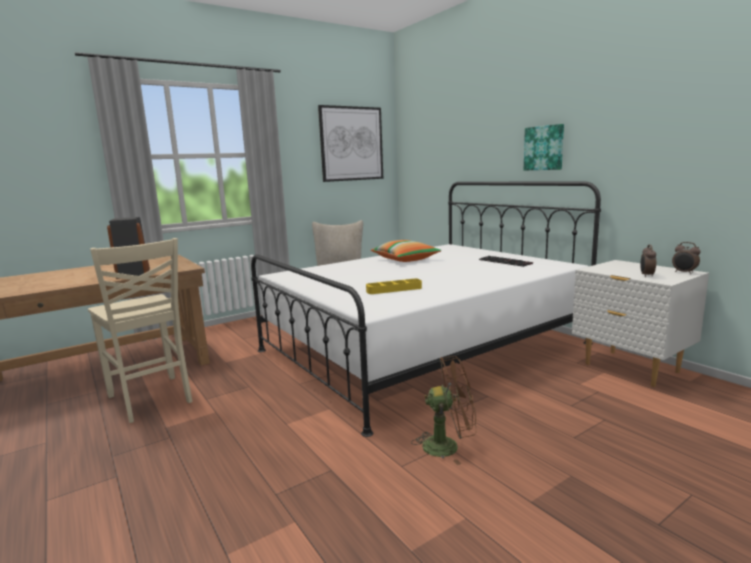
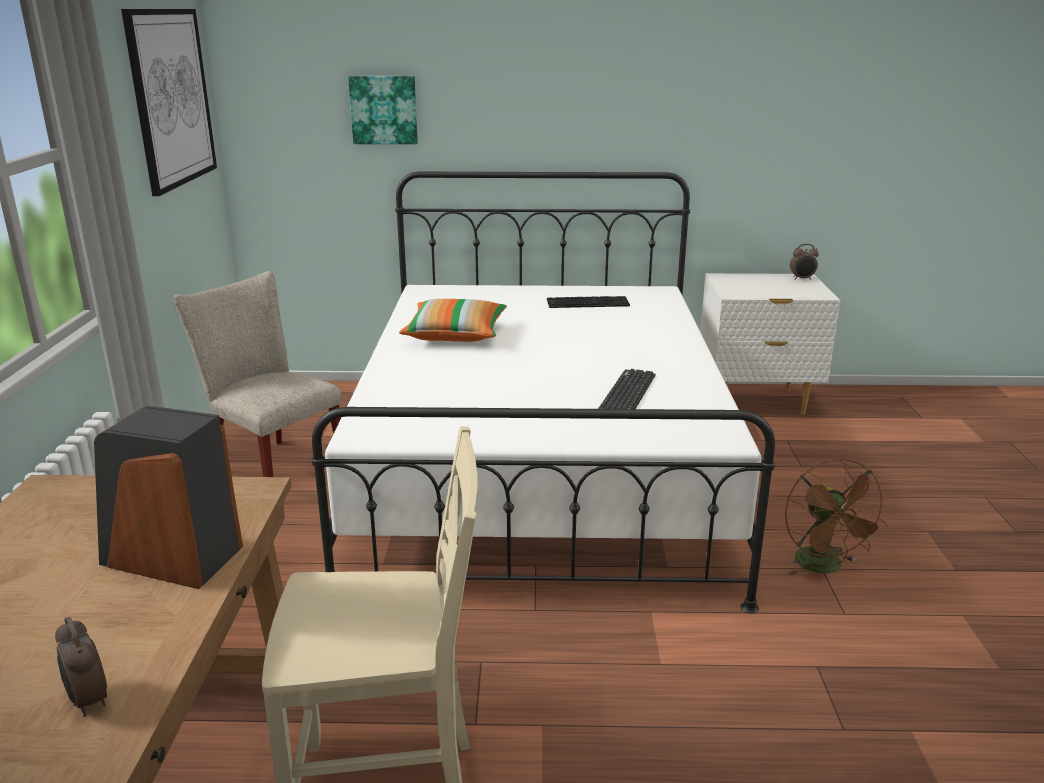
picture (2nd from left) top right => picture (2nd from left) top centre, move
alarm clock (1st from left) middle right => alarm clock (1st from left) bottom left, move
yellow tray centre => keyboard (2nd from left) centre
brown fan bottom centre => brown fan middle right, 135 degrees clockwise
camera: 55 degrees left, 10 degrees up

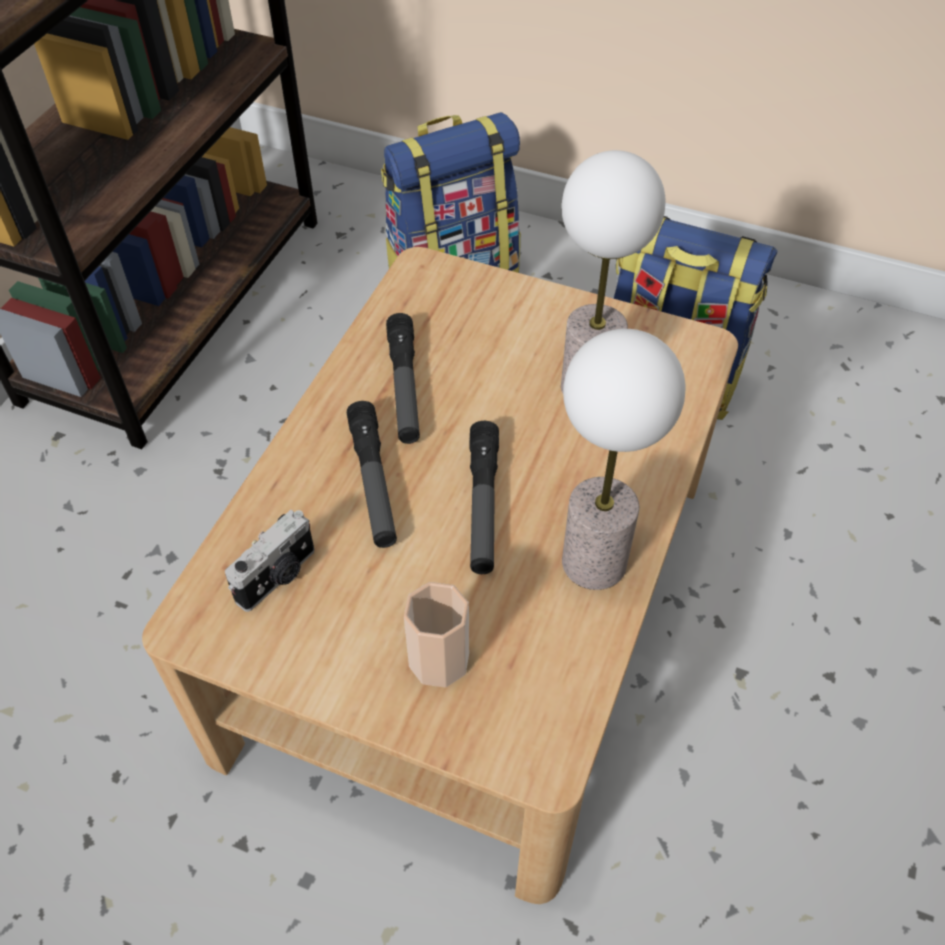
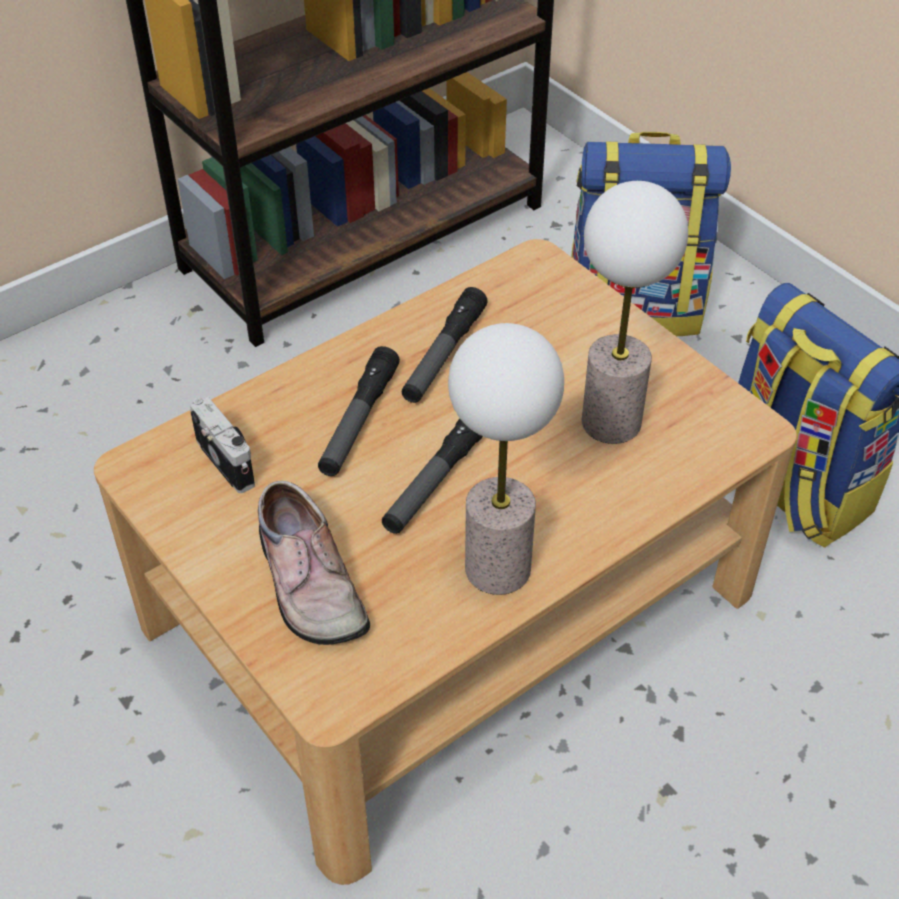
cup bottom centre => shoe centre
photo camera middle left, 105 degrees counterclockwise
camera: 30 degrees right, 5 degrees down

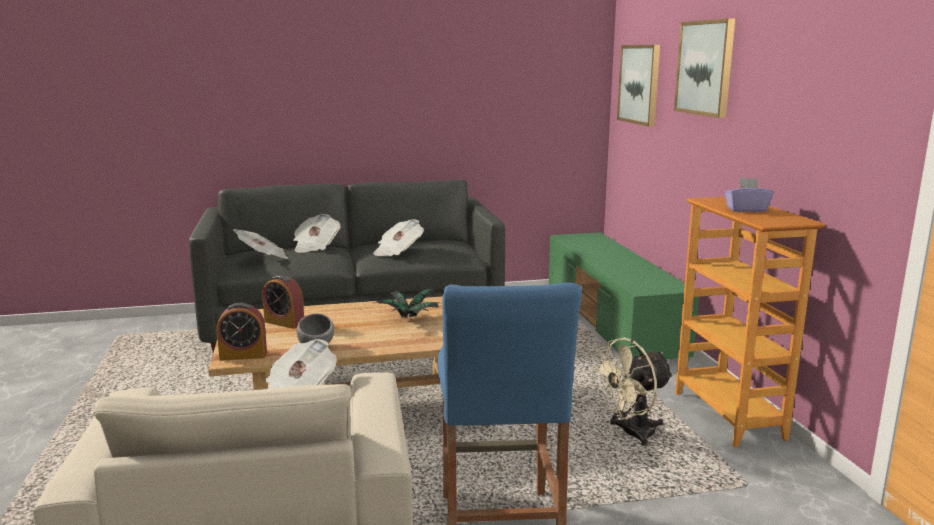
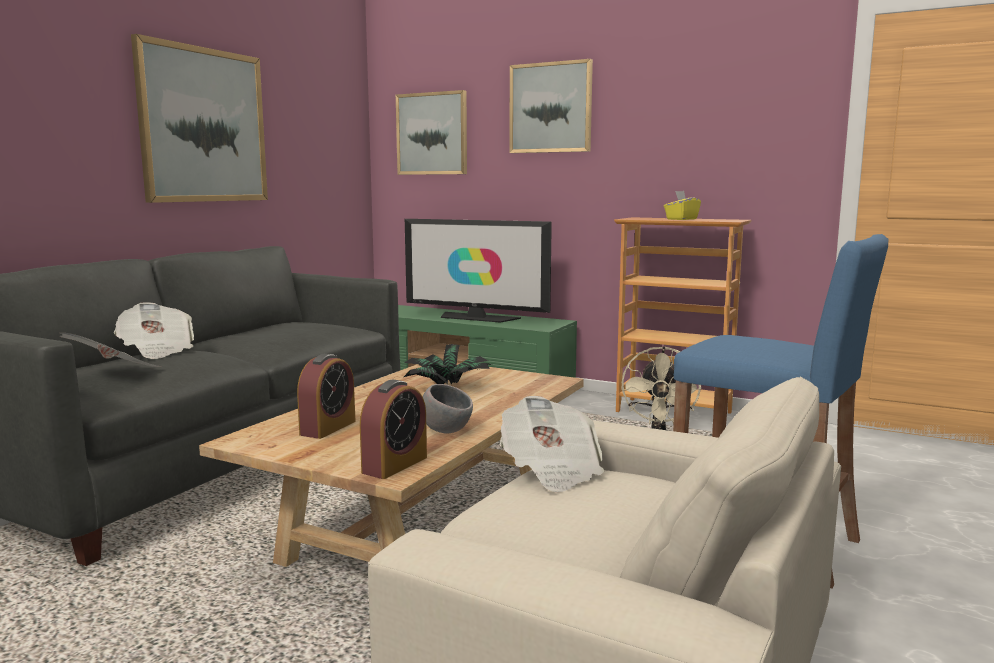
newspaper (4th from left) centre => nothing
nothing => picture (1st from left) top left
nothing => television centre
purple tissue box middle right => yellow tissue box top right
alarm clock (2nd from left in the first image) middle left => alarm clock (1st from left) middle left, 45 degrees counterclockwise
camera: 50 degrees left, 5 degrees down

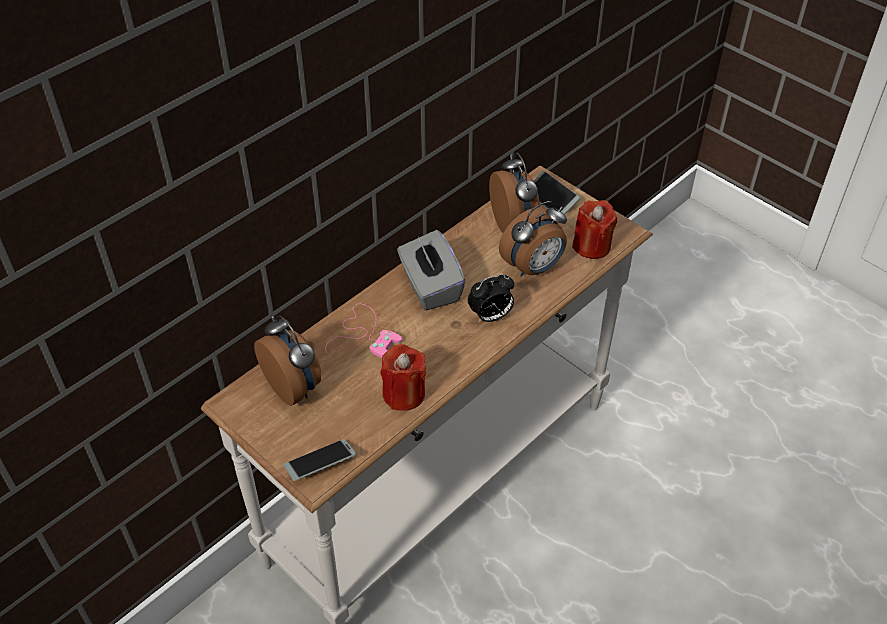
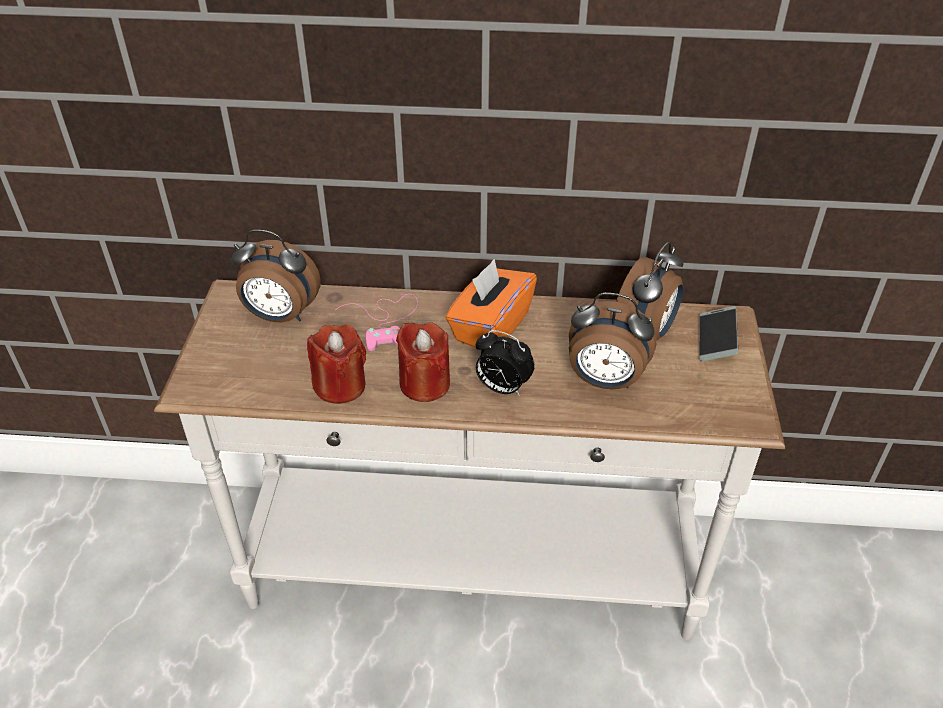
phone (1st from left) bottom centre => nothing
red candle (2nd from left) middle right => red candle (2nd from left) centre, move
grey tissue box centre => orange tissue box centre
alarm clock (1st from left) middle left, 90 degrees clockwise
camera: 50 degrees right, 5 degrees down

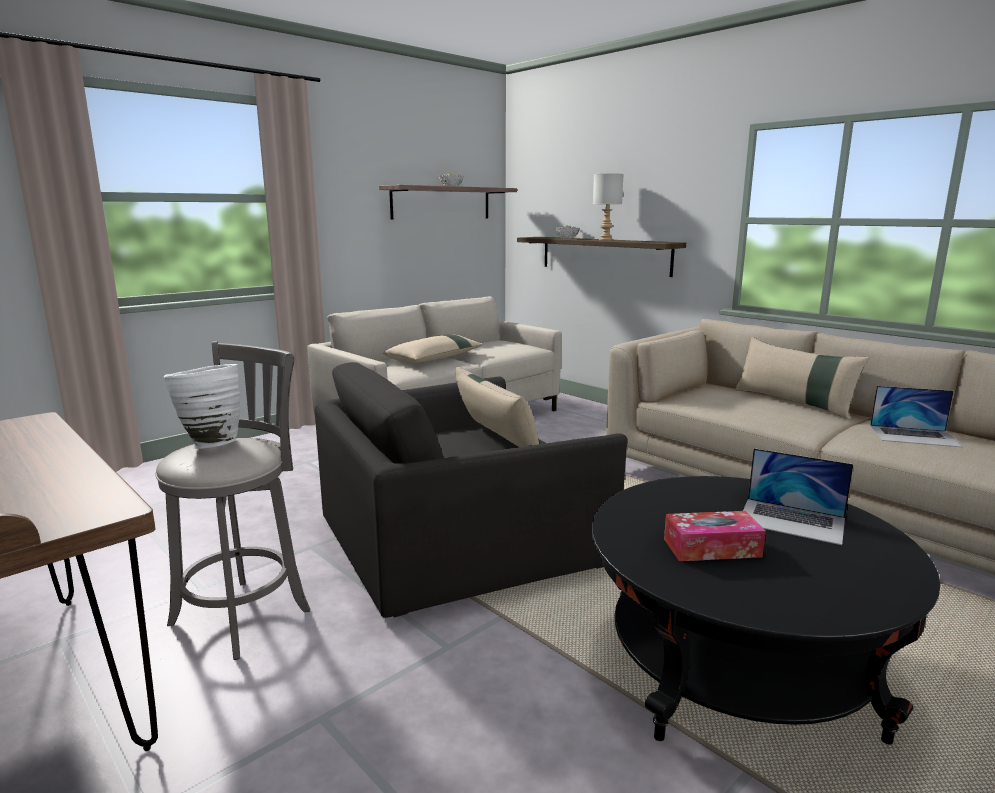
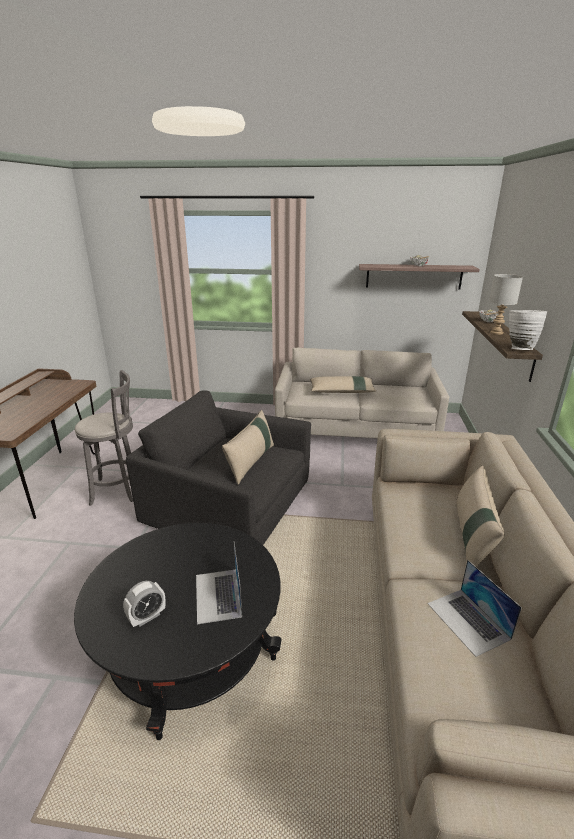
tissue box bottom right => nothing
nothing => alarm clock bottom left
white vase middle left => white vase middle right, move
camera: 50 degrees right, 10 degrees up

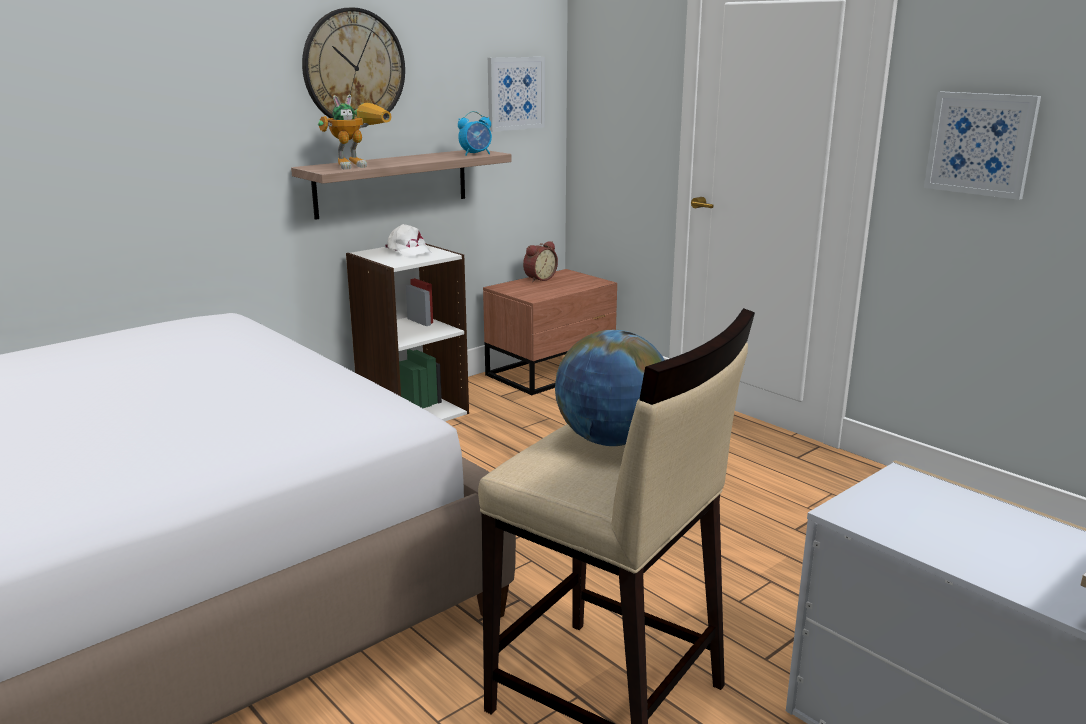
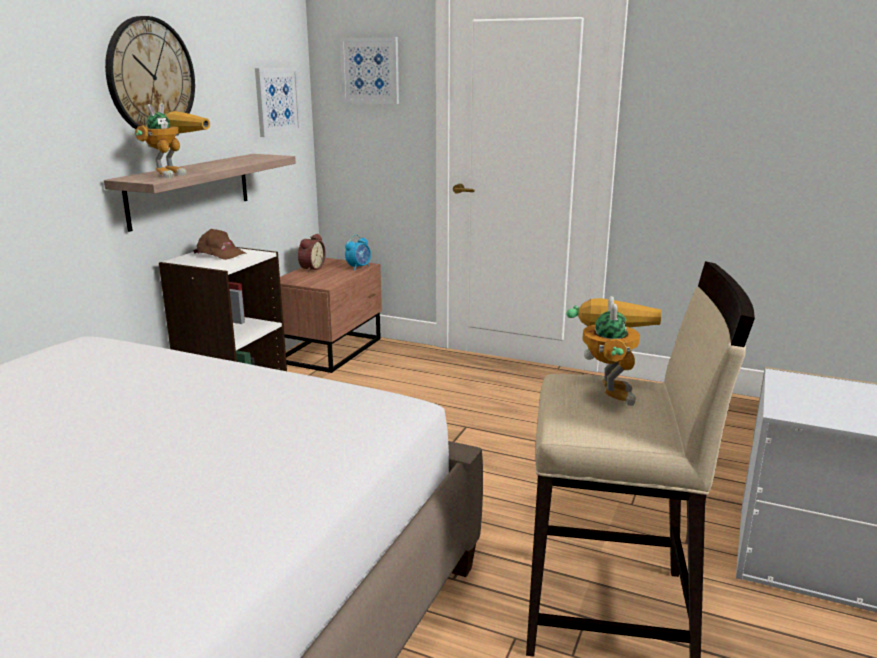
alarm clock (1st from left in the first image) top centre => alarm clock (2nd from left) centre, move
picture (2nd from left) top right => picture (2nd from left) top centre, move
globe centre => toy robot (2nd from left) middle right
white cap top centre => brown cap middle left
camera: 25 degrees left, 0 degrees up

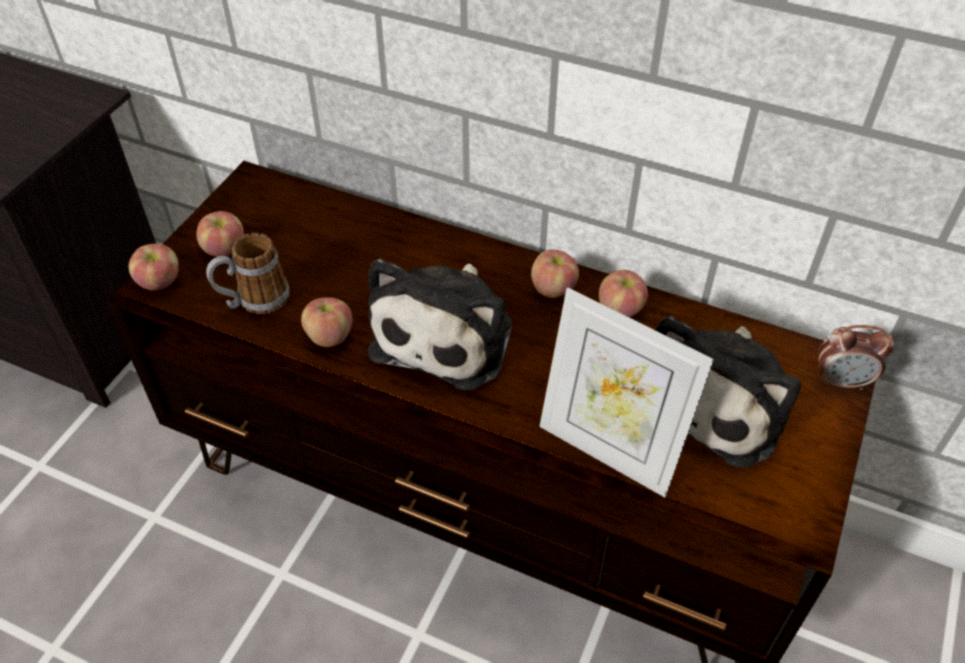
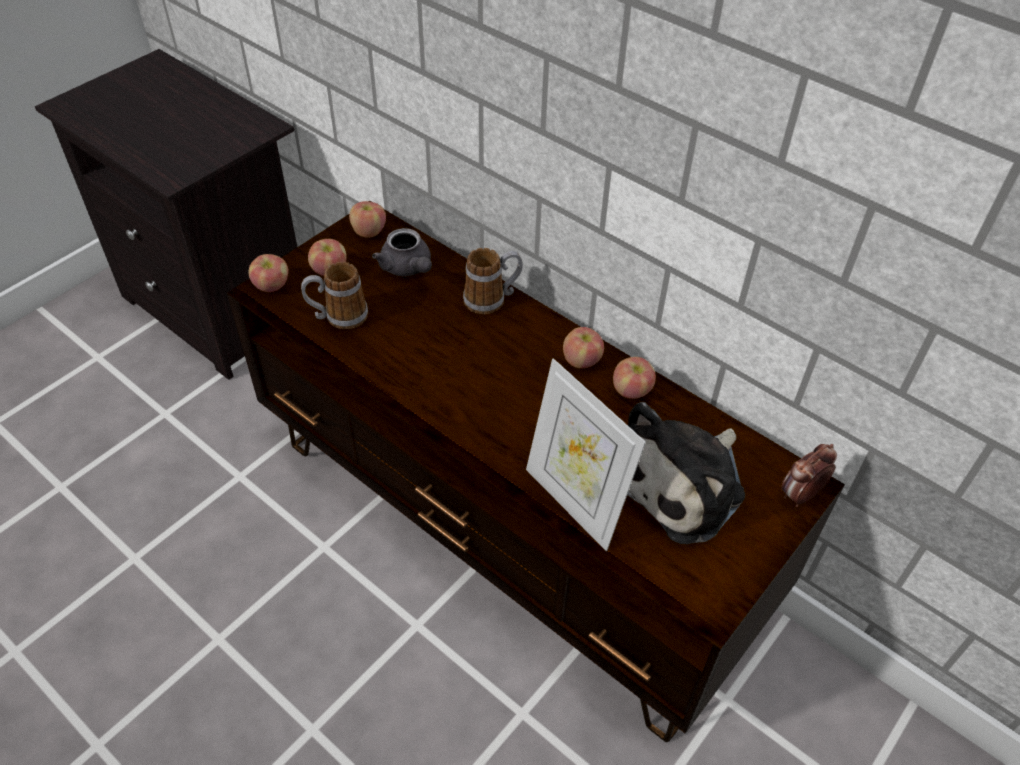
plush toy (1st from left) centre => nothing
nothing => grey teapot top centre
nothing => mug (2nd from left) centre
apple (3rd from left) centre => apple (3rd from left) top centre, move
alarm clock middle right, 120 degrees clockwise
camera: 15 degrees right, 0 degrees up

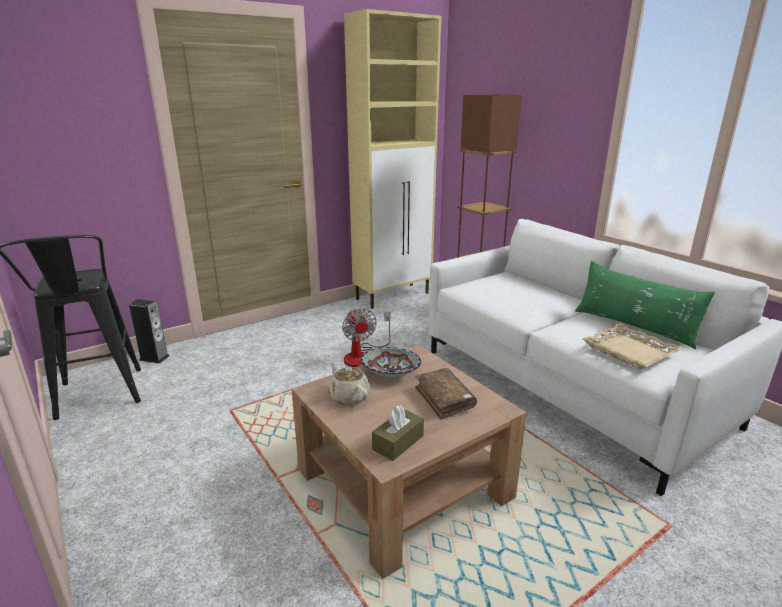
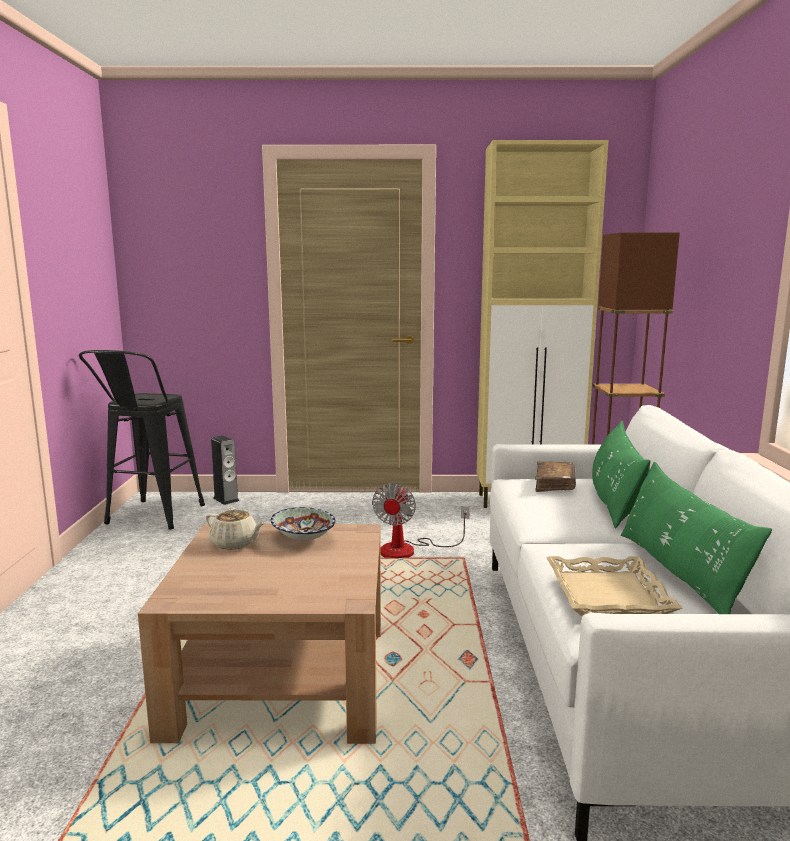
brown tissue box bottom centre => nothing
nothing => green pillow (1st from left) middle right
brown book centre => brown book middle right, move
beige teapot centre => beige teapot middle left, 120 degrees clockwise
camera: 35 degrees right, 10 degrees down

